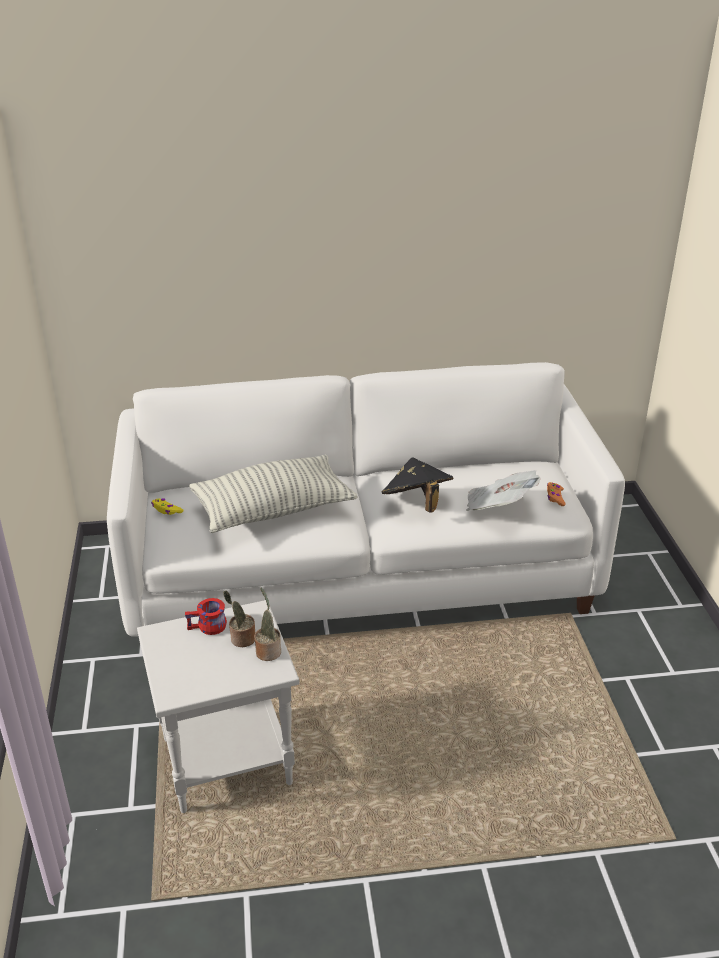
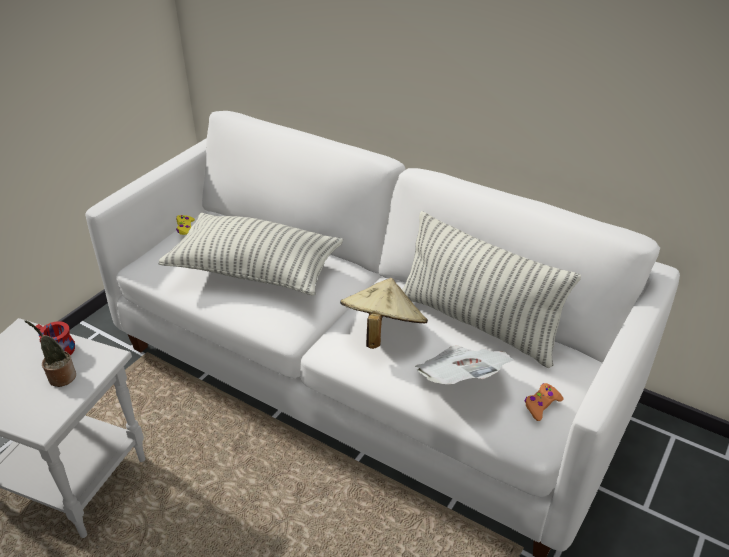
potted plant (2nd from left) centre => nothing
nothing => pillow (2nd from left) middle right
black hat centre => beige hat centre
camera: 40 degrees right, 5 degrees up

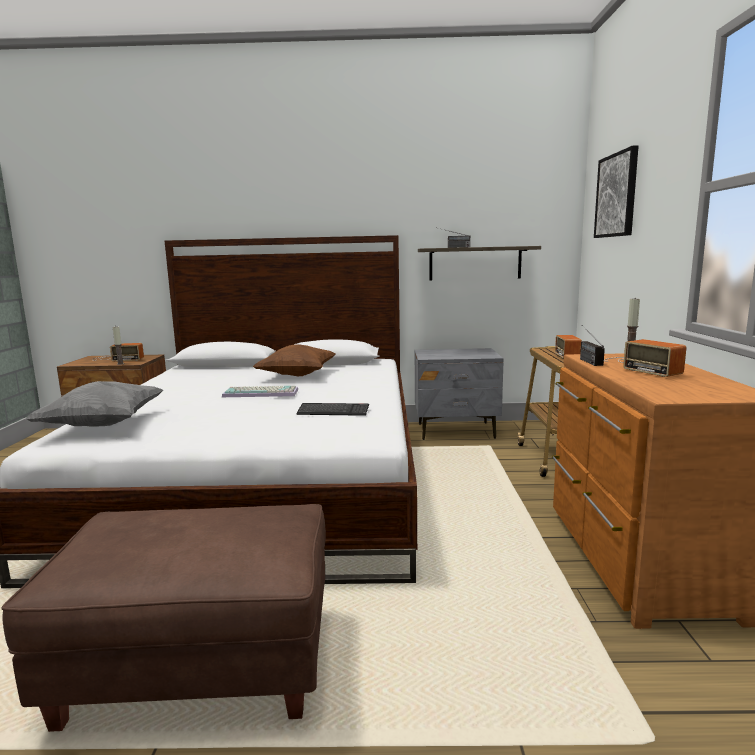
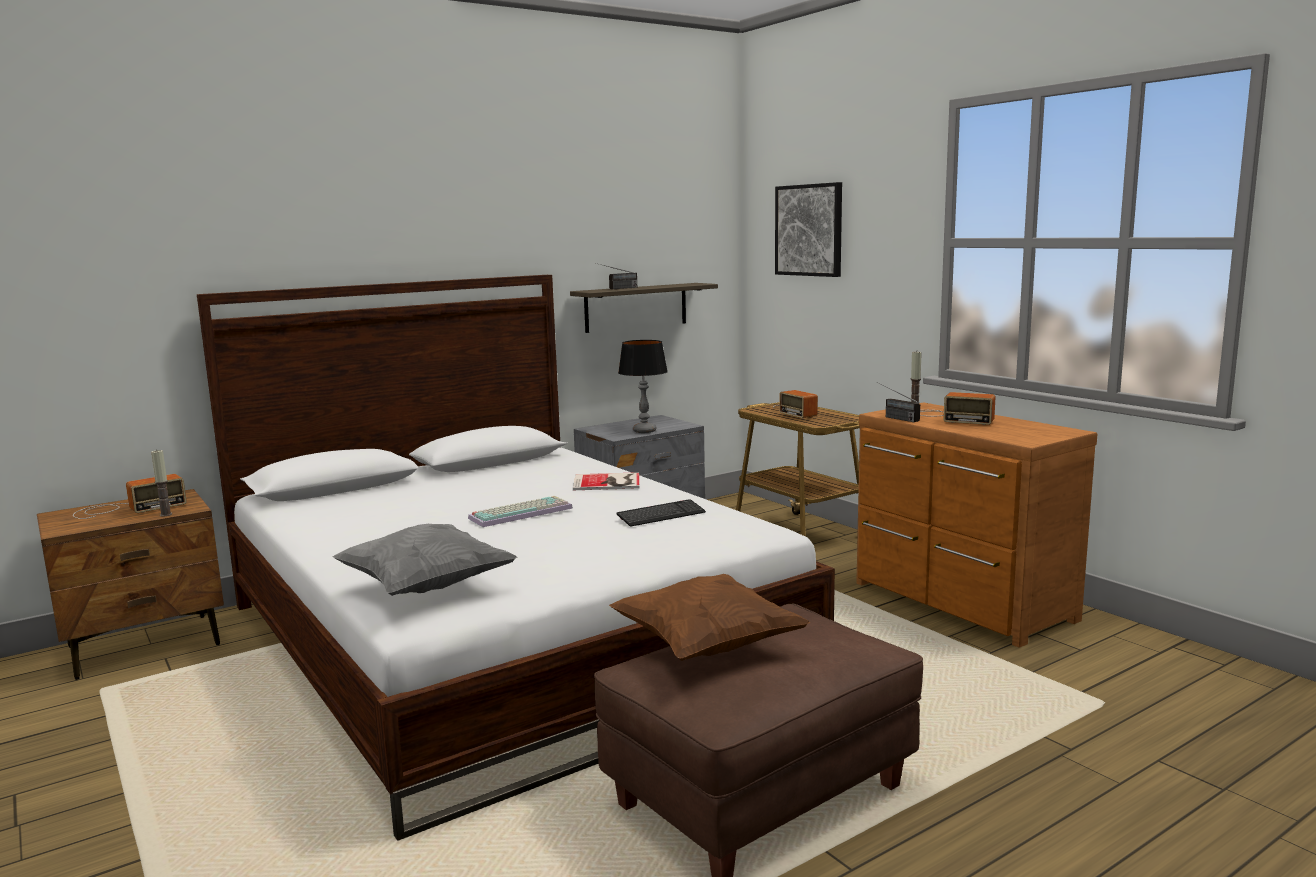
nothing => book centre
nothing => table lamp centre
brown pillow centre => brown pillow bottom centre, move
camera: 35 degrees left, 0 degrees up

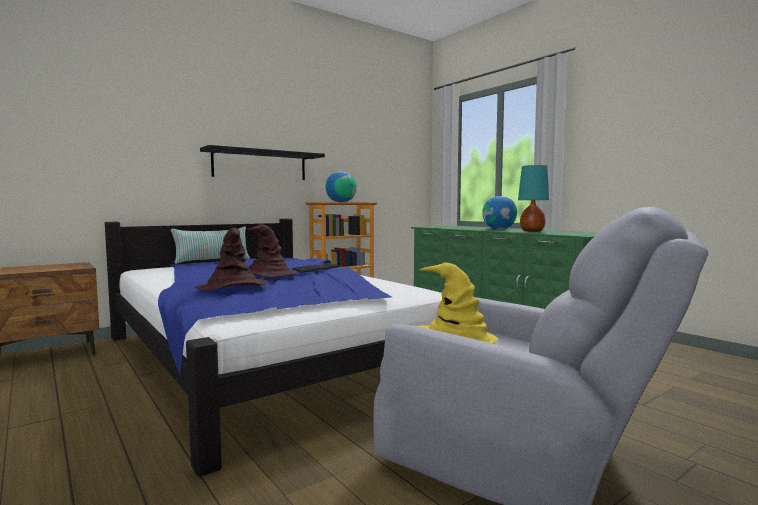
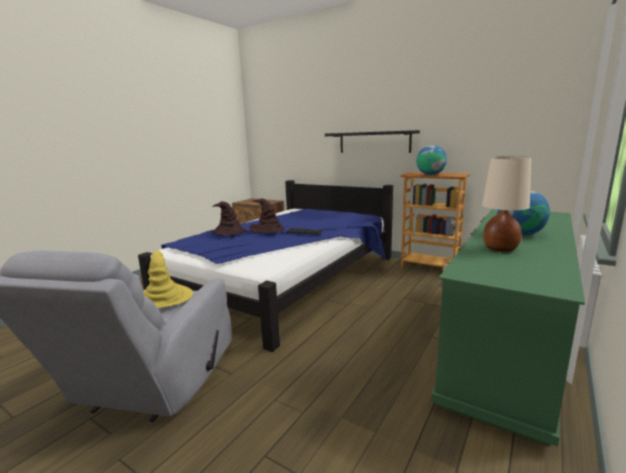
pillow middle left => nothing
turquoise table lamp middle right => beige table lamp middle right
camera: 70 degrees right, 10 degrees up

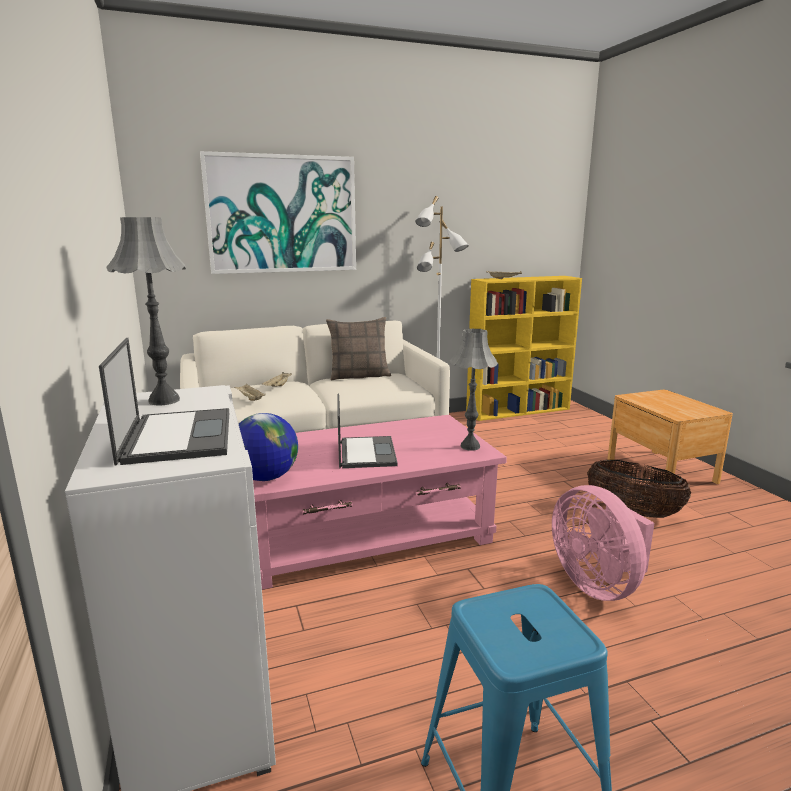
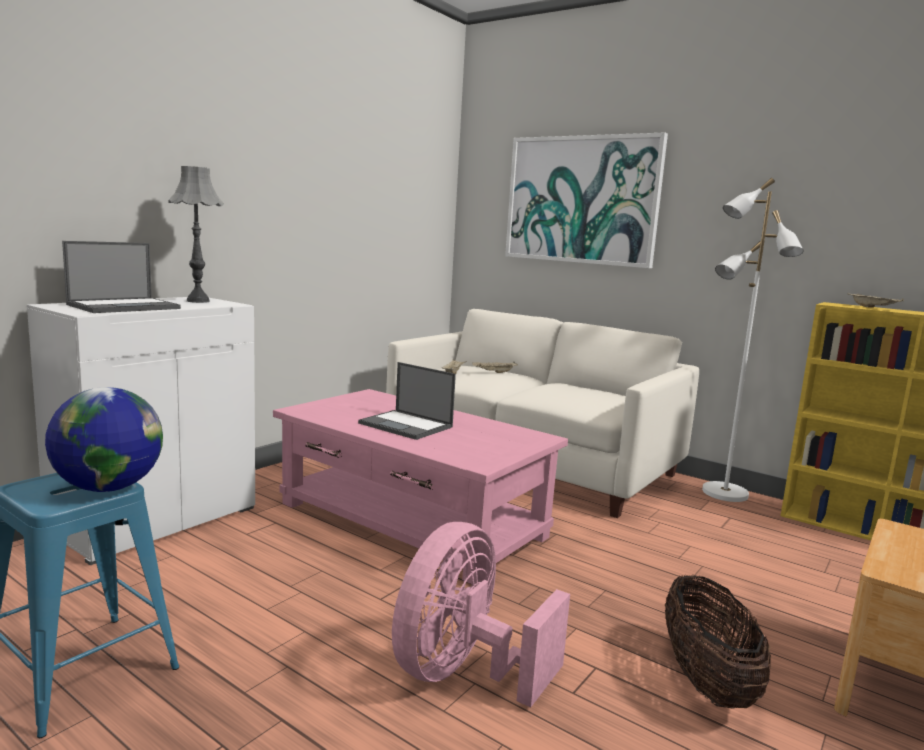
pillow centre => nothing
grey table lamp (2nd from left) centre => nothing
globe centre => globe middle left, move
laptop (2nd from left) centre, 75 degrees clockwise
camera: 55 degrees right, 5 degrees down

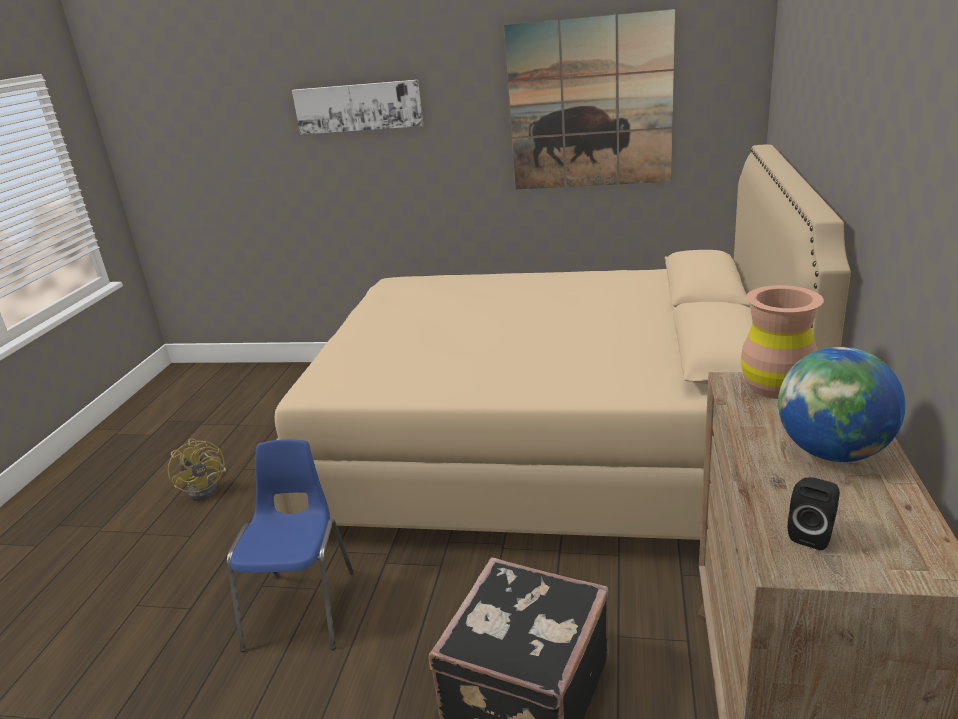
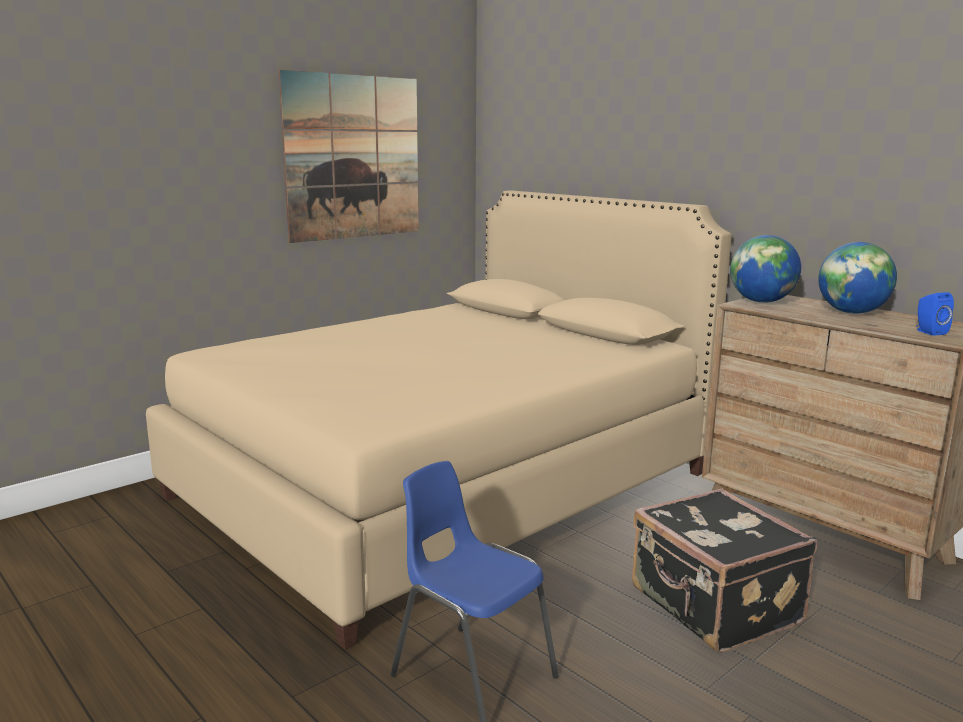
yellow fan middle left => nothing
picture (1st from left) top centre => nothing
brown vase middle right => globe (1st from left) middle right
black speaker bottom right => blue speaker middle right
camera: 55 degrees left, 10 degrees down

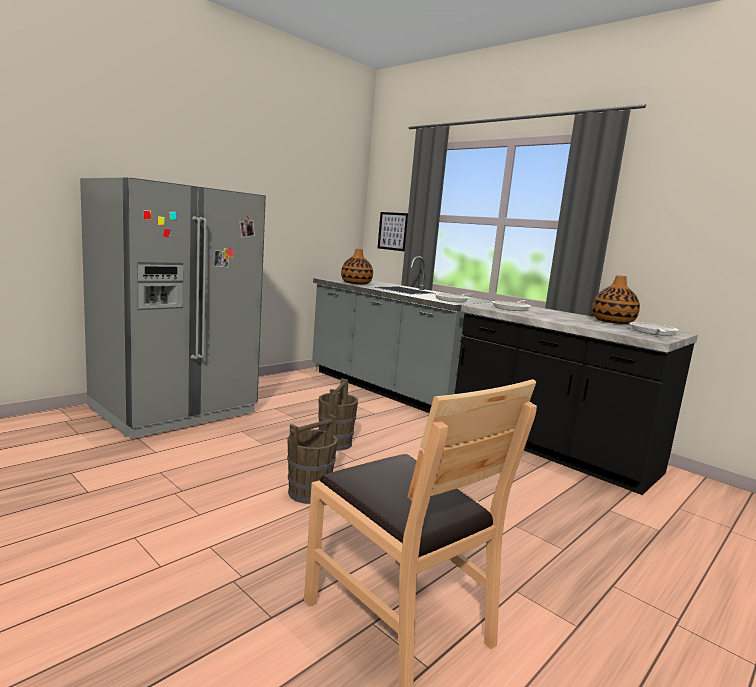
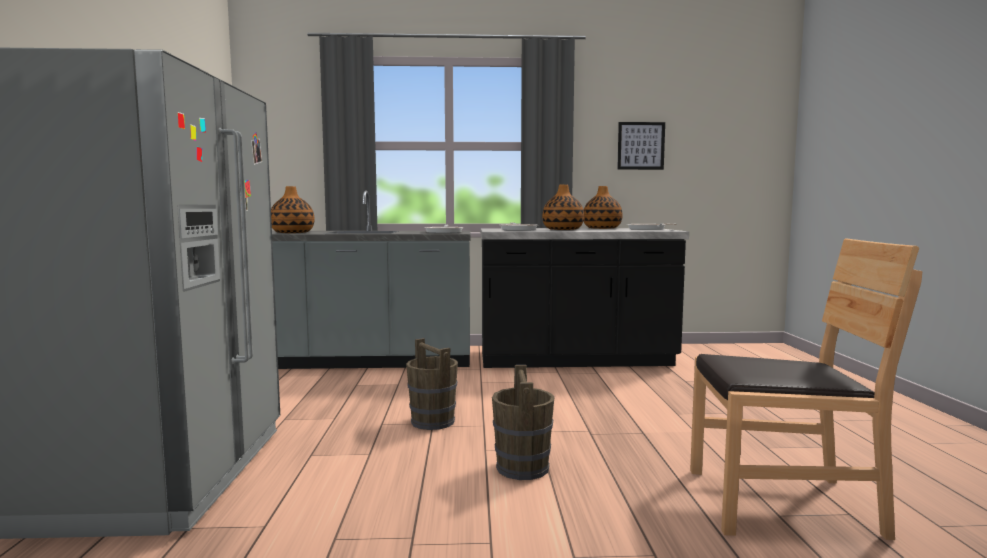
nothing => vase (2nd from left) centre
picture centre => picture top centre, move
camera: 45 degrees left, 5 degrees down

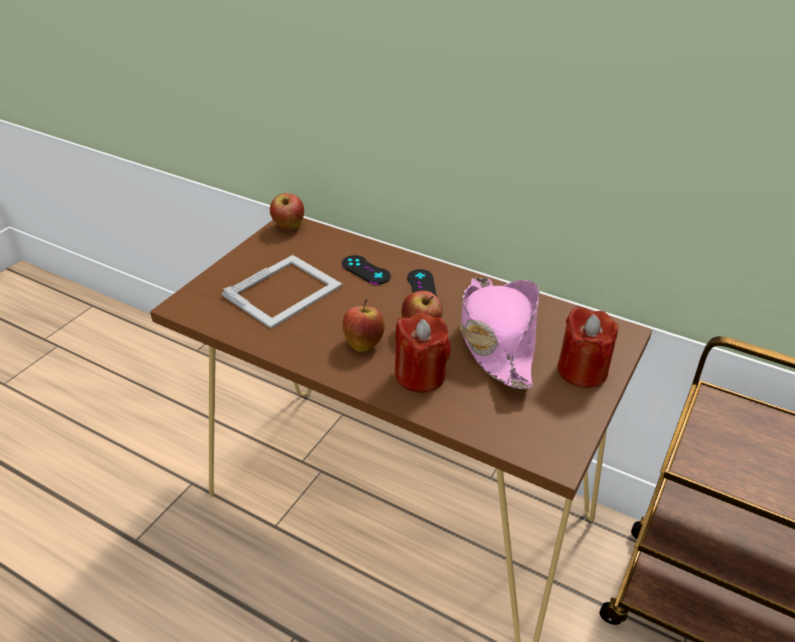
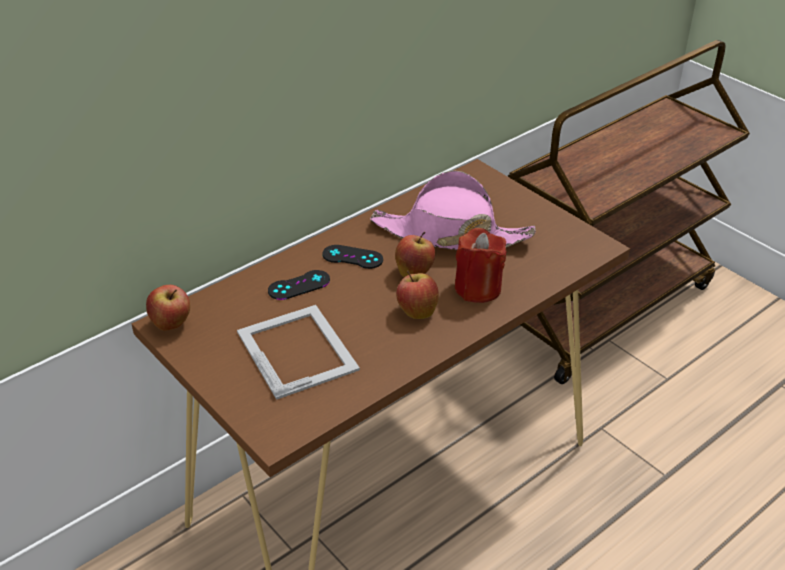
red candle (2nd from left) middle right => nothing
camera: 70 degrees left, 0 degrees up

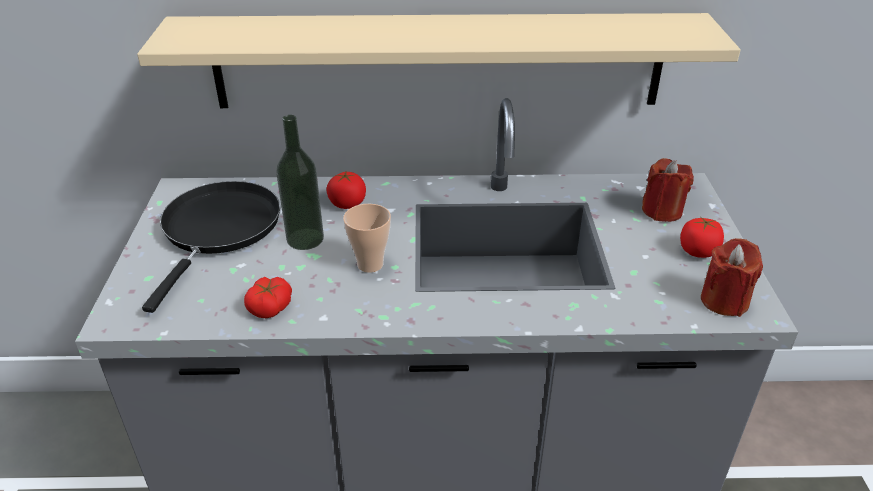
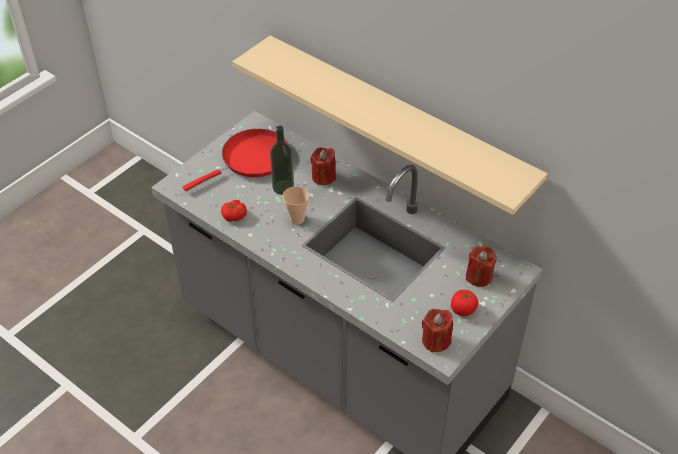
tomato (2nd from left) centre => red candle (1st from left) centre
black frying pan middle left => red frying pan centre
camera: 40 degrees right, 10 degrees up

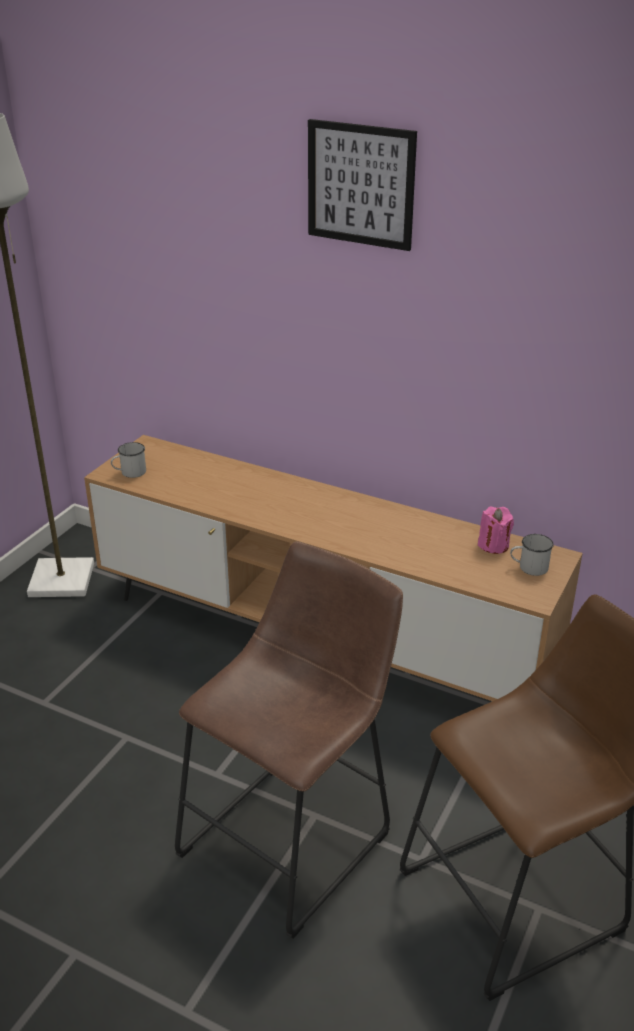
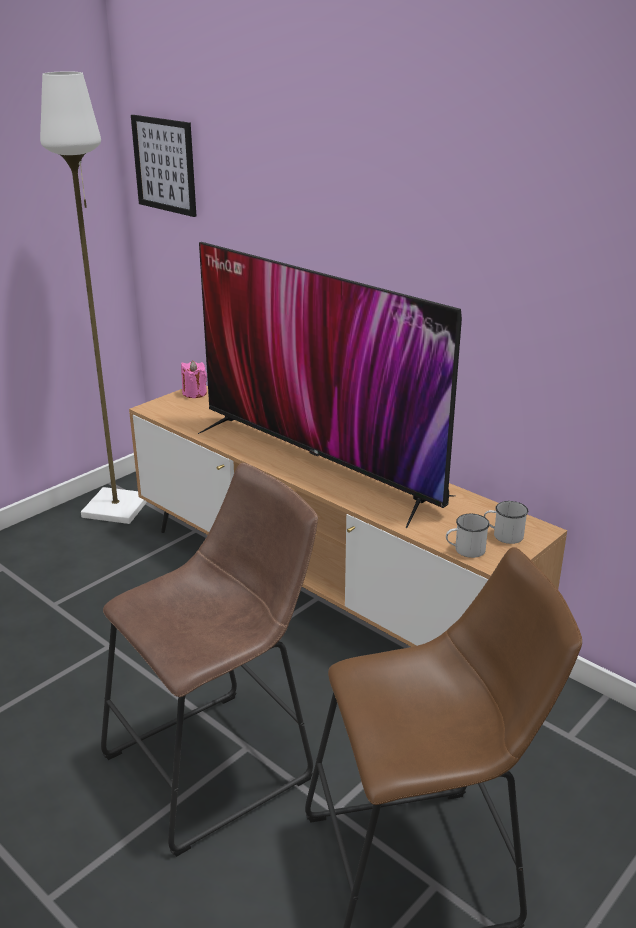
nothing => television centre
white mug (1st from left) middle left => white mug (1st from left) middle right, move
picture top centre => picture top left, move
pink candle middle right => pink candle middle left, move
camera: 15 degrees right, 5 degrees down

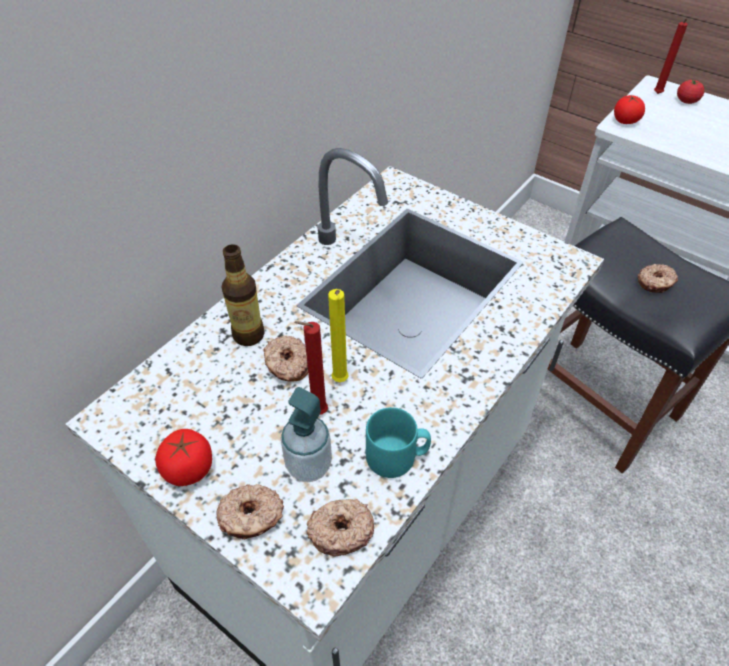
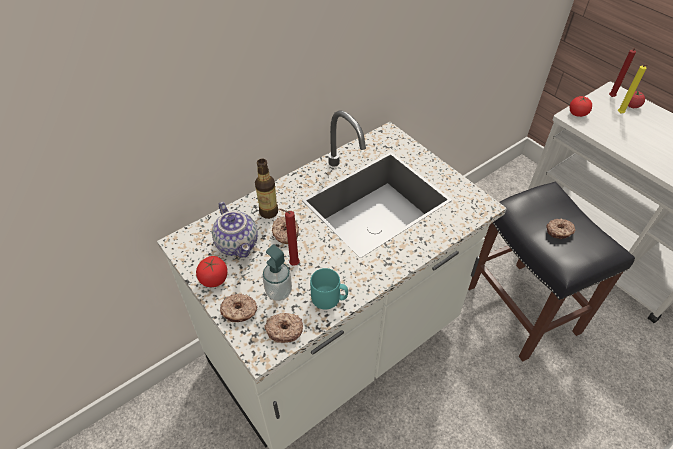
nothing => teapot centre
yellow candle centre => yellow candle top right, move
camera: 15 degrees right, 0 degrees up

